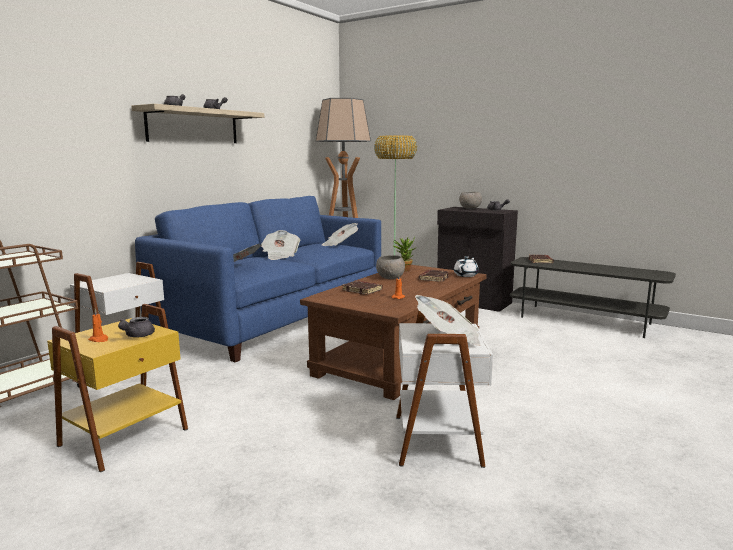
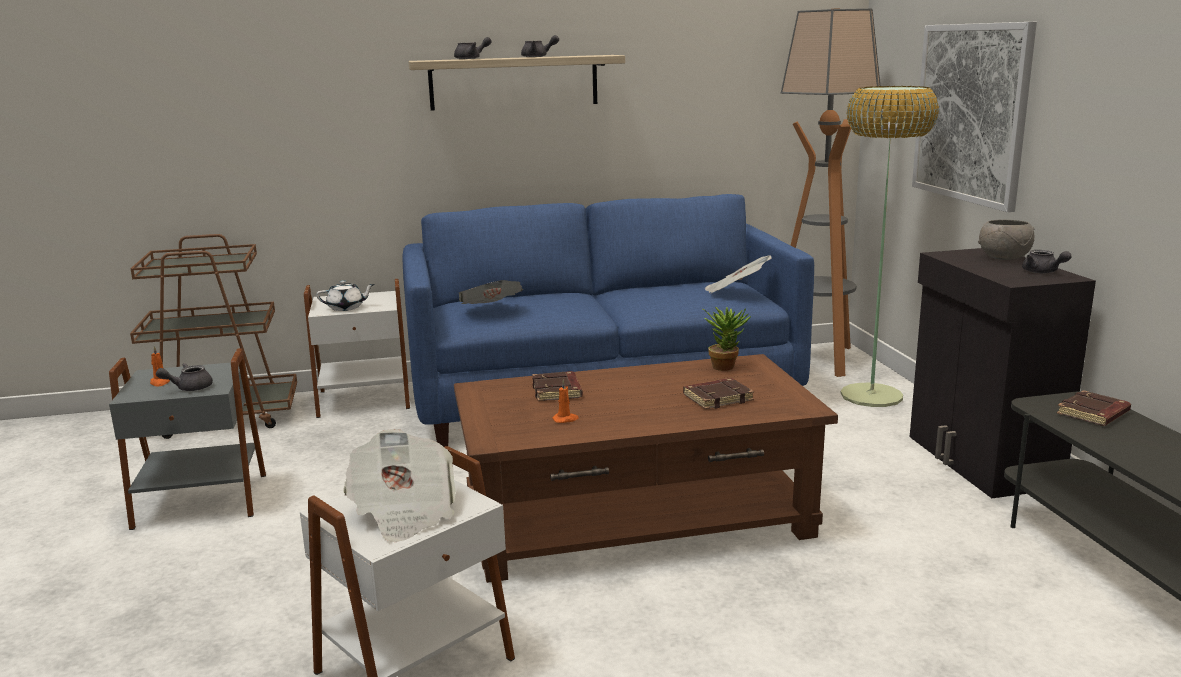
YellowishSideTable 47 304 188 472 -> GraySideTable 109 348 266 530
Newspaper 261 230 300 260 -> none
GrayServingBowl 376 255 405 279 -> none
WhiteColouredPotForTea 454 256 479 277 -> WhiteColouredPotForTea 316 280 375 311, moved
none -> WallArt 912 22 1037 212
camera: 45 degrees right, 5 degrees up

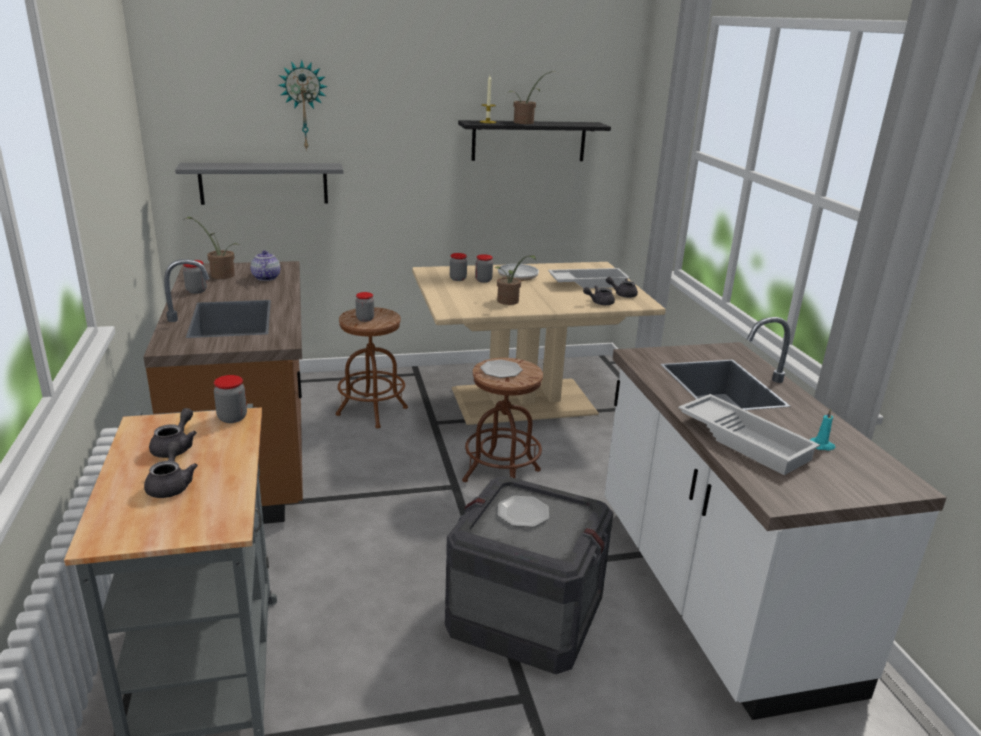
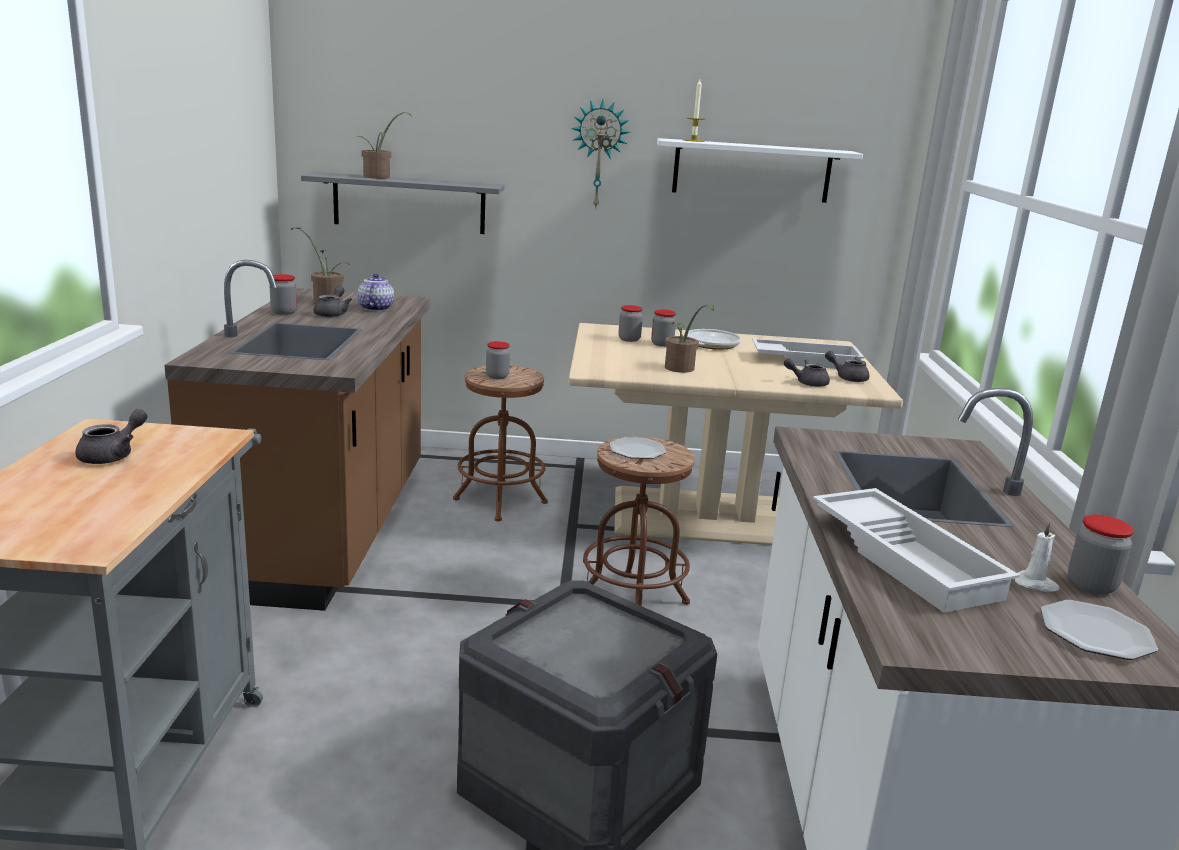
GrayPotForTea 144 441 198 498 -> GrayPotForTea 313 286 352 317, moved
StorageJar 214 375 247 423 -> StorageJar 1068 515 1134 595, moved
WallClock 278 60 328 151 -> WallClock 571 100 630 210, moved
BlackWallShelf 458 120 611 161 -> WhiteColouredWallShelf 657 138 863 203
DinnerPlate 498 496 549 527 -> DinnerPlate 1041 600 1158 660, moved
PlantInAPot 509 71 557 124 -> PlantInAPot 357 112 412 179, moved
BlueGreenWaxCandle 810 409 835 451 -> WhiteColouredWaxCandle 1014 522 1060 592
camera: 15 degrees right, 5 degrees down

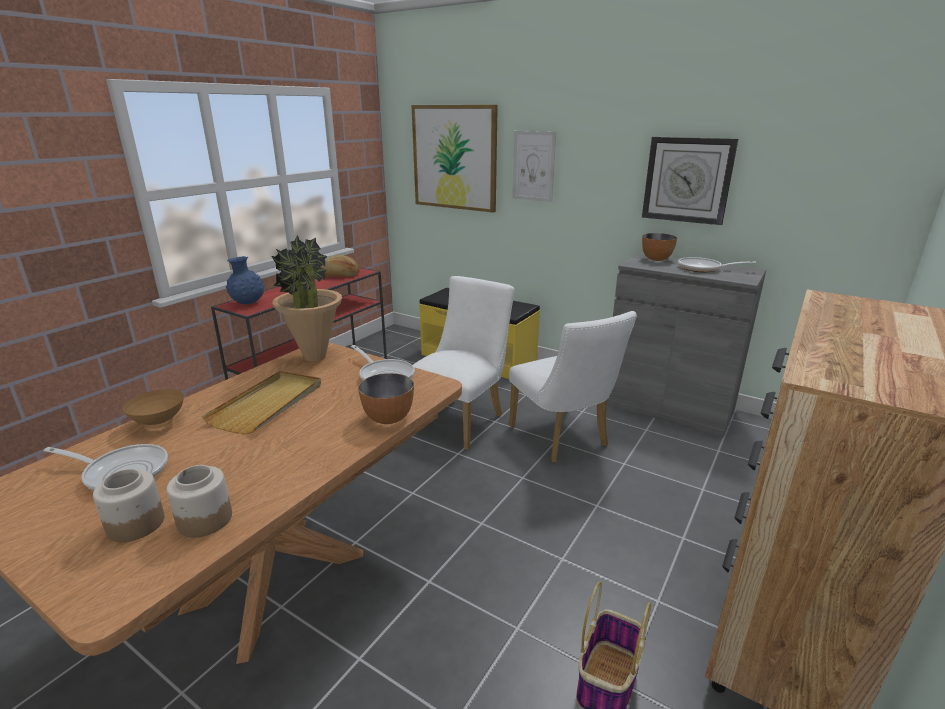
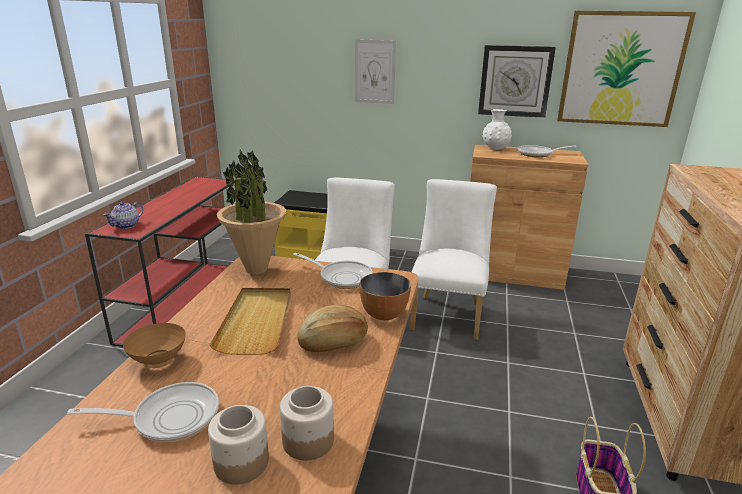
BlueFlowerVase 226 256 264 304 -> PotForTea 103 202 143 229
BakedBread 321 255 360 277 -> BakedBread 297 305 368 352, moved
WallArt 412 105 498 213 -> WallArt 557 11 696 127, moved
WhiteColouredPlainChair 509 311 637 463 -> WhiteColouredPlainChair 410 179 497 340, 120 degrees counterclockwise
GrayCupboard 606 253 766 437 -> BrownCupboard 470 145 588 290
ServingBowl 642 233 677 261 -> WhiteColouredFlowerVase 482 109 512 149
camera: 20 degrees left, 0 degrees up

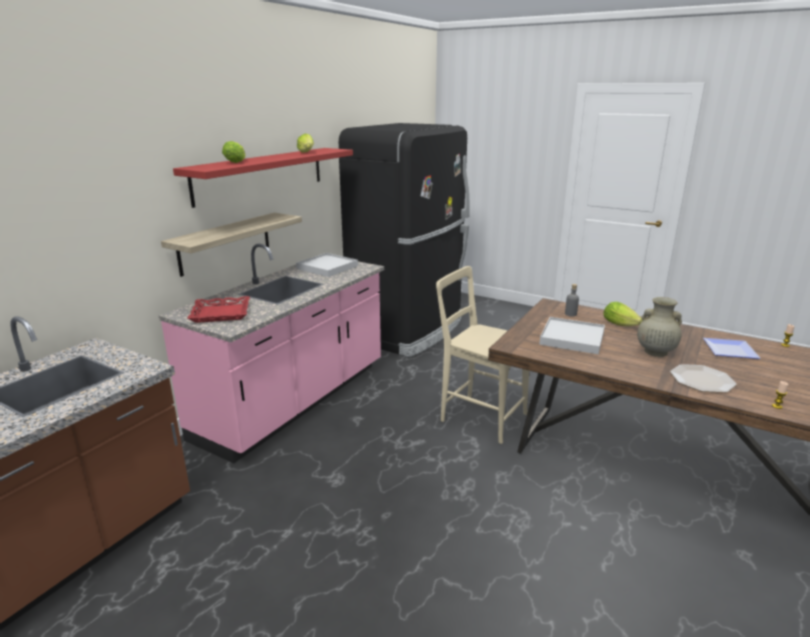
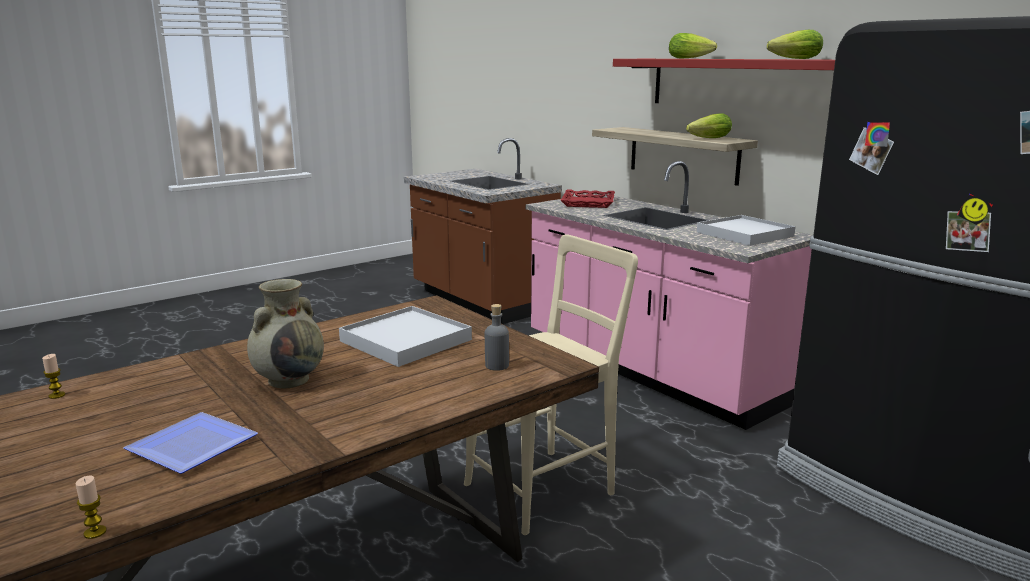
HeadOfLettuce 603 302 643 326 -> HeadOfLettuce 686 113 732 138, moved
DinnerPlate 670 364 737 393 -> none
camera: 110 degrees right, 5 degrees down

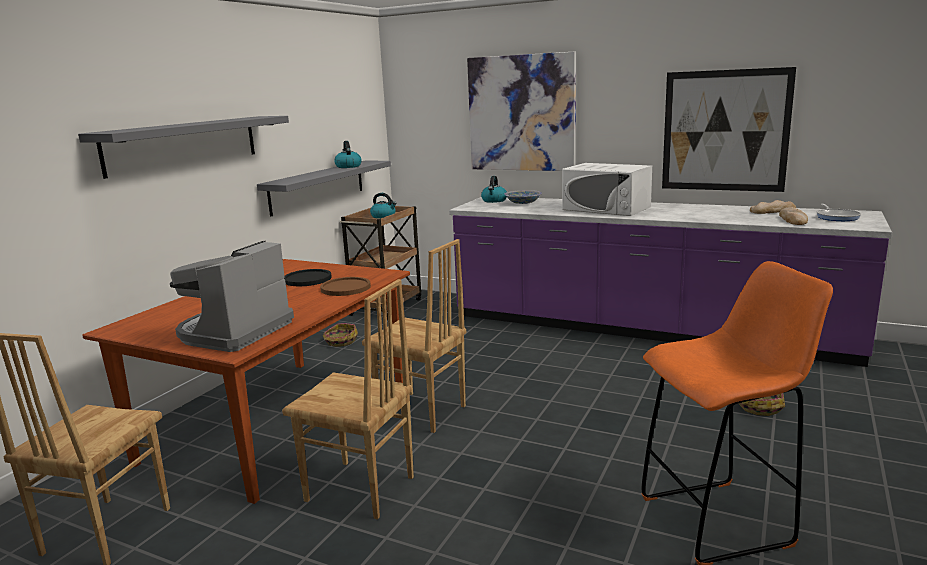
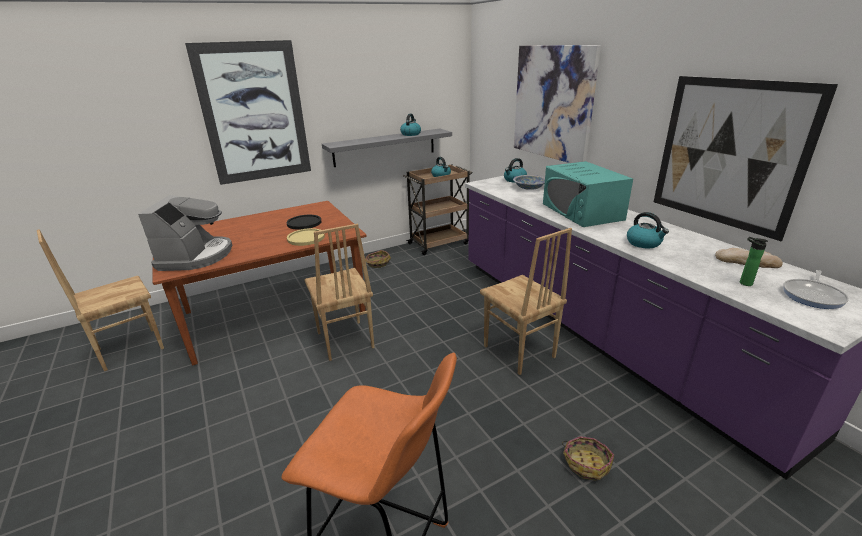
GrayWallShelf 78 116 289 179 -> WallArt 185 40 311 185
CoffeeMaker 170 241 294 352 -> CoffeeMaker 138 195 232 271, 120 degrees clockwise
BrownPlainChair 282 279 414 519 -> BrownPlainChair 480 228 572 375, moved
BrownDinnerPlate 320 277 371 296 -> YellowishDinnerPlate 287 228 325 246
WhiteColouredMicrowaveOven 562 163 652 216 -> BlueGreenMicrowaveOven 543 161 633 227
BakedBread 779 207 808 225 -> BeverageBottle 740 237 768 286
none -> Kettle 627 212 669 248
camera: 35 degrees right, 10 degrees up

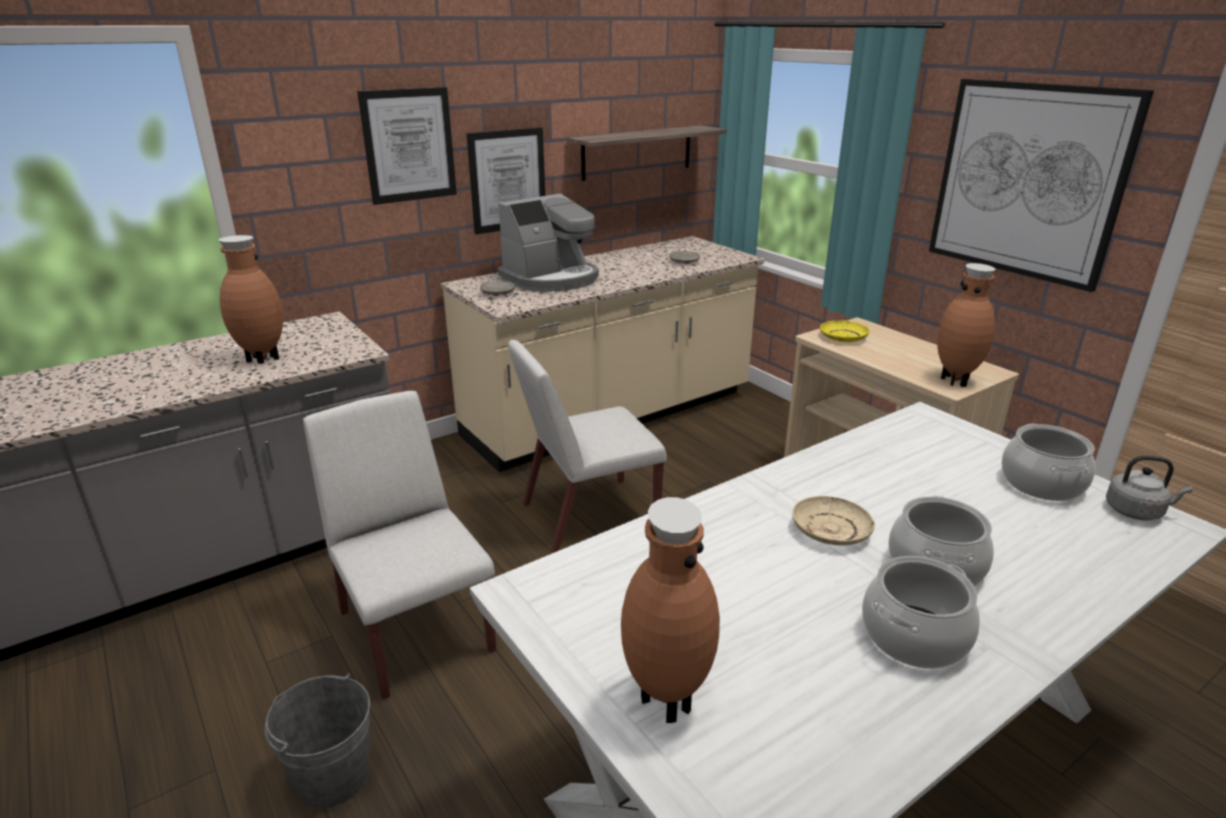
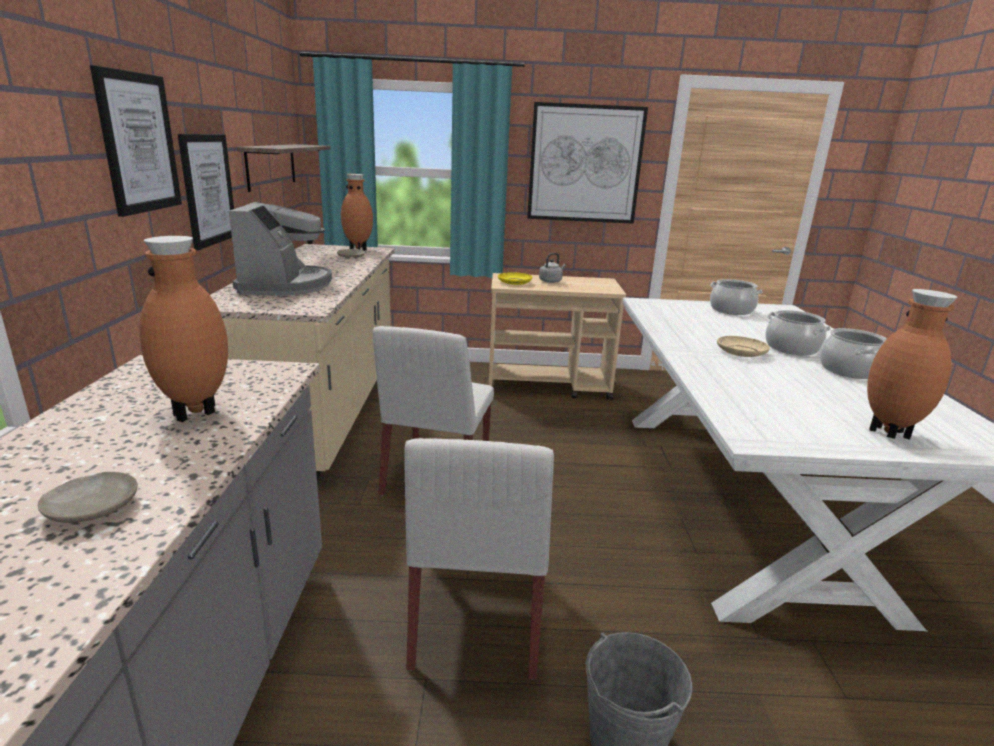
WhiteColouredPlainChair 303 391 496 699 -> WhiteColouredPlainChair 404 438 554 680, 90 degrees counterclockwise
SandColouredDinnerPlate 479 281 515 296 -> SandColouredDinnerPlate 38 472 138 523, moved
BrownFlowerVase 937 263 995 387 -> BrownFlowerVase 341 174 373 251, moved
GrayKettle 1106 456 1193 520 -> GrayKettle 539 253 566 283, moved
camera: 55 degrees left, 5 degrees down

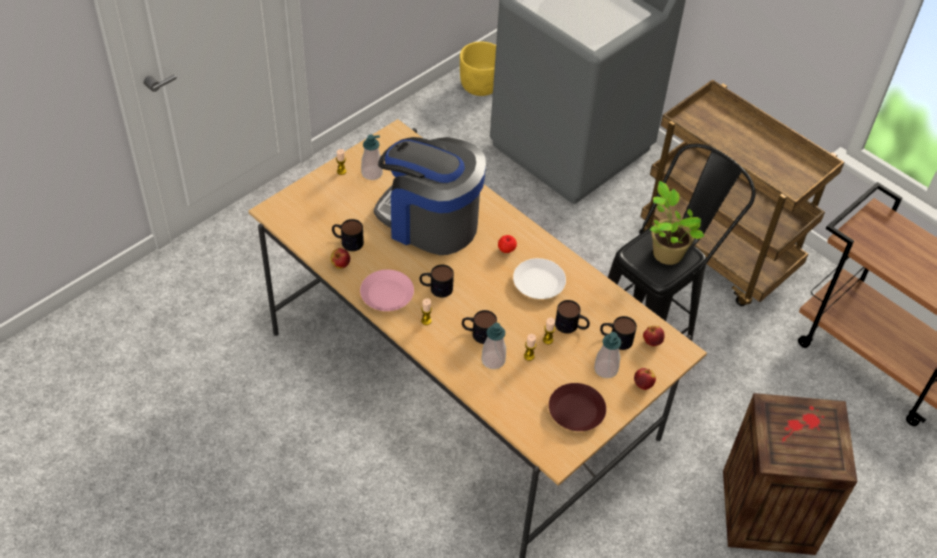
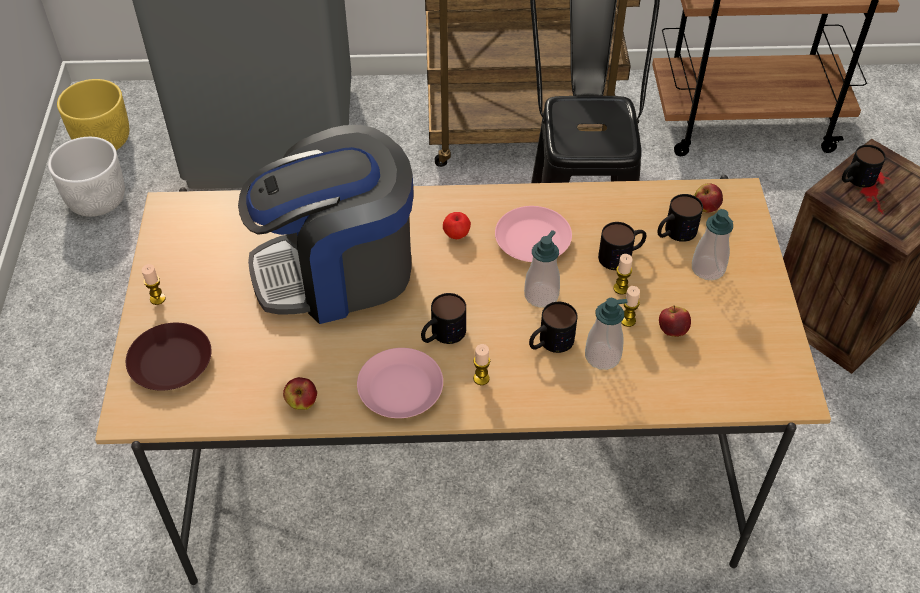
TeaMug 332 219 364 251 -> TeaMug 842 145 886 188, moved
SoapBottle 361 135 383 180 -> SoapBottle 524 230 560 307, moved
WhiteColouredDinnerPlate 513 258 566 299 -> PinkDinnerPlate 495 206 572 262
BrownDinnerPlate 549 383 606 431 -> BrownDinnerPlate 126 323 212 391, moved
WholeApple 634 368 656 390 -> WholeApple 659 305 691 337, moved
PlantInAPot 650 181 704 265 -> none
none -> WhiteColouredPlantPot 48 137 125 217
camera: 45 degrees left, 0 degrees up

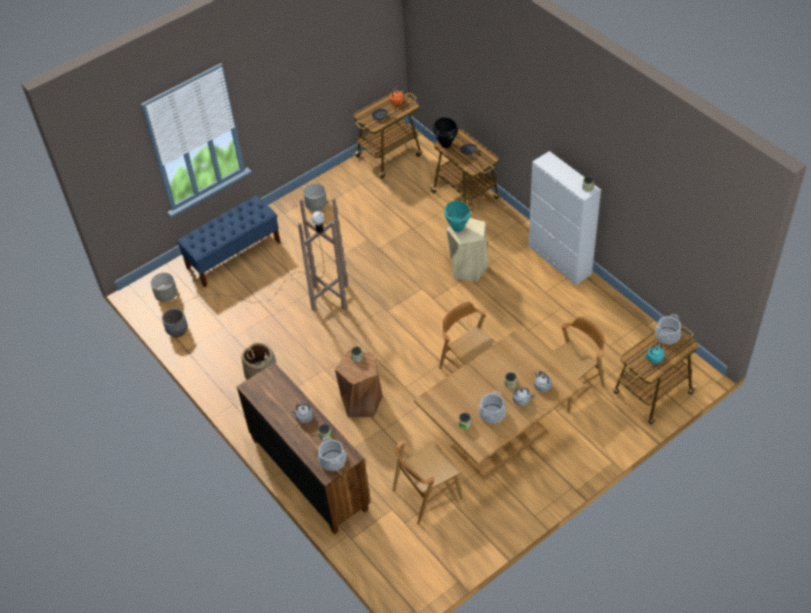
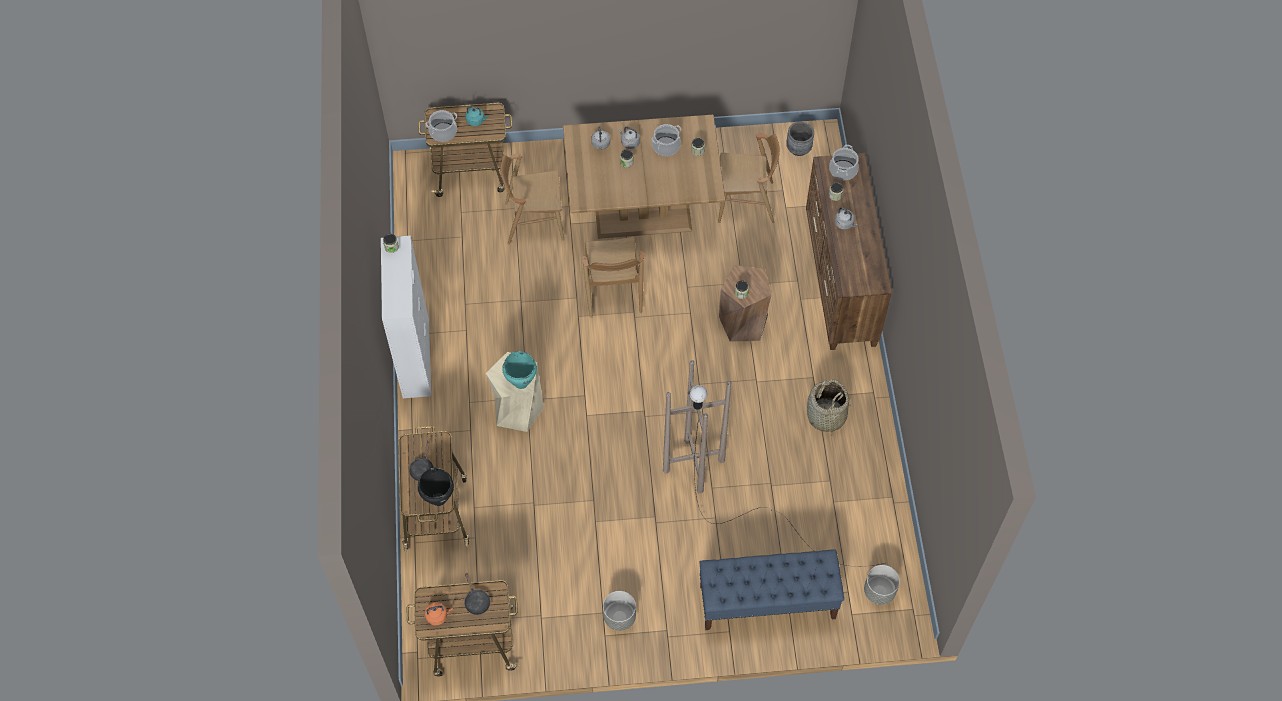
GrayPlantPot 162 308 188 337 -> GrayPlantPot 786 122 814 156, moved
camera: 150 degrees left, 10 degrees up

